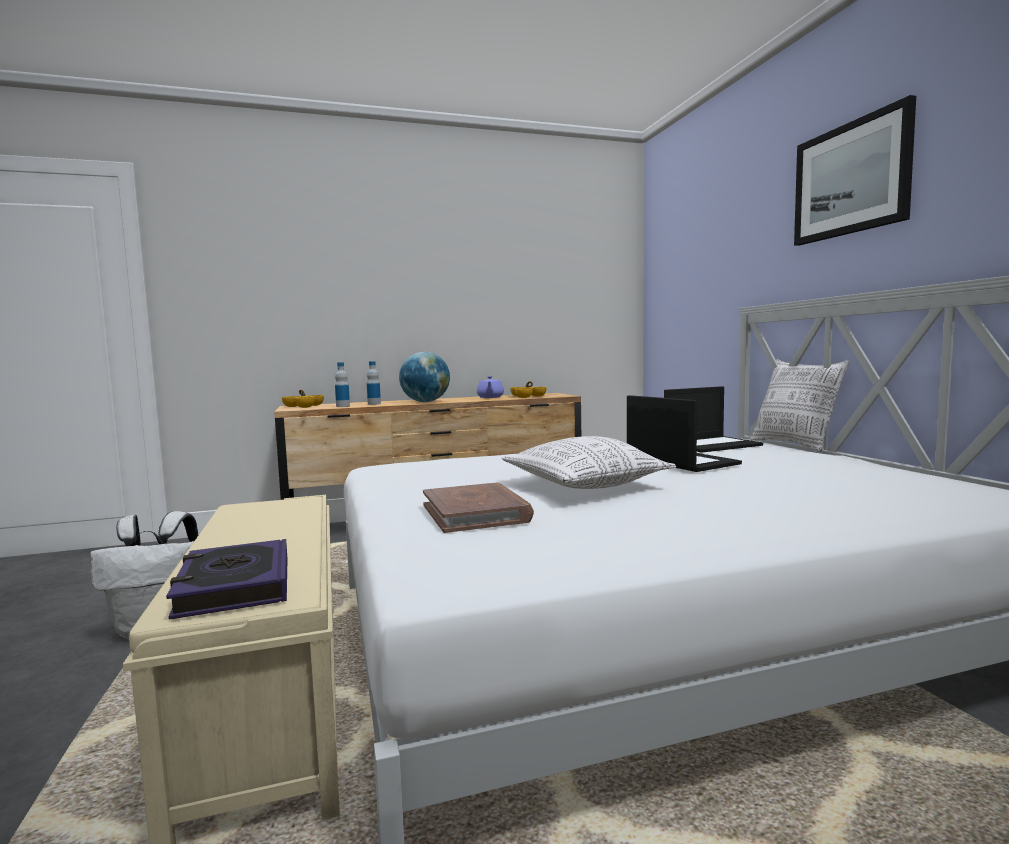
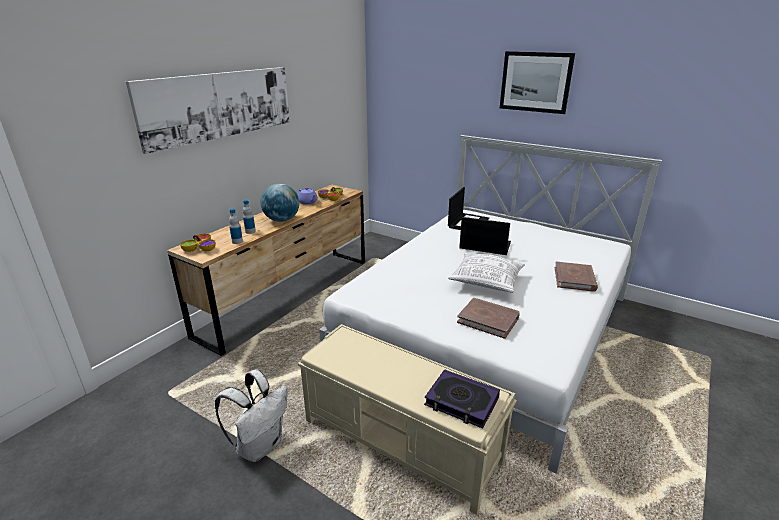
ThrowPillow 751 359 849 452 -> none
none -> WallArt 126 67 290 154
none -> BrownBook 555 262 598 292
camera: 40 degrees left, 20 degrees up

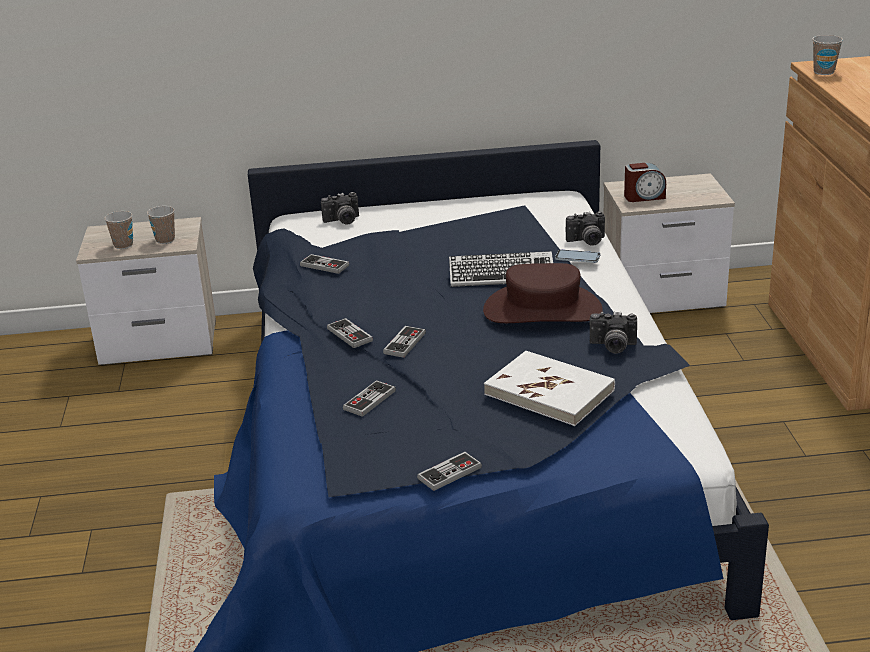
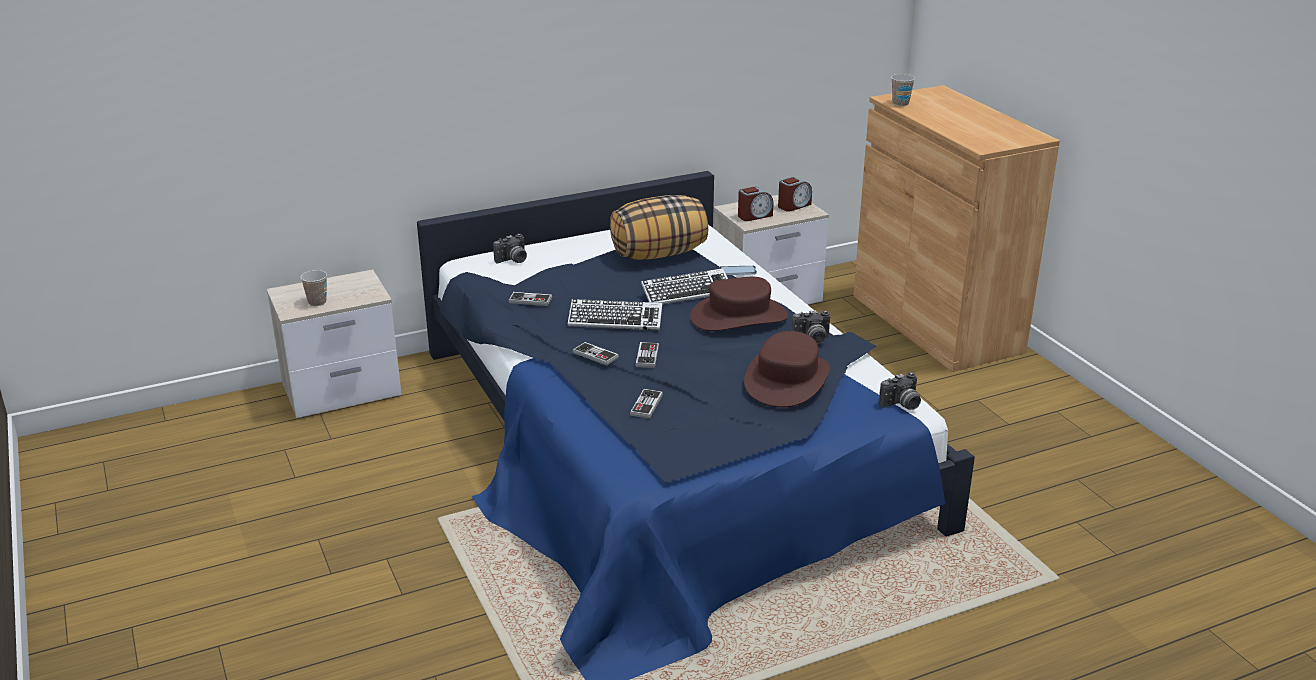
DrinkingCup 147 206 175 244 -> none
Joypad 417 452 482 491 -> none
WhiteColouredBook 484 351 615 426 -> BrownClothingHat 744 331 830 407
StillCamera 566 211 605 246 -> StillCamera 879 372 921 410, moved
none -> Keyboard 568 299 662 330
none -> ThrowPillow 610 195 708 260
none -> TableClock 778 177 812 212
camera: 20 degrees left, 0 degrees up

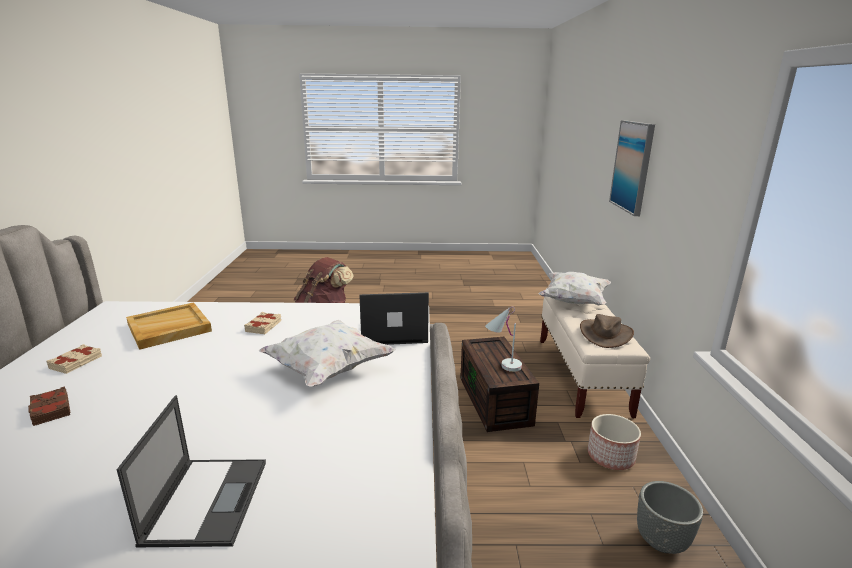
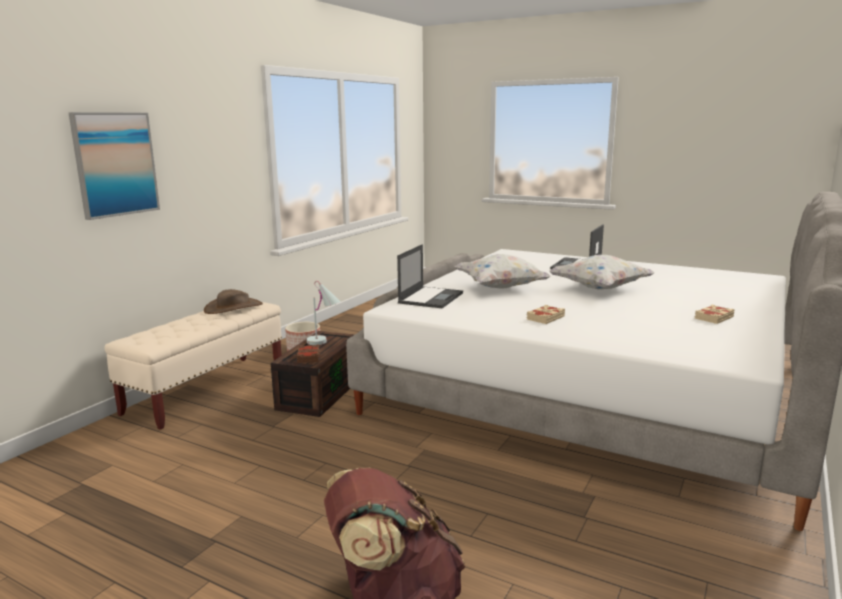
BrownBook 28 386 70 426 -> BrownBook 297 344 320 363, moved
SandColouredCarryingTray 126 302 212 350 -> none
Laptop 359 292 429 345 -> Laptop 397 244 463 308, 90 degrees counterclockwise
WhiteColouredThrowPillow 538 272 611 306 -> WhiteColouredThrowPillow 550 255 655 290, moved
GrayPlantPot 637 481 703 554 -> none
camera: 150 degrees left, 5 degrees down

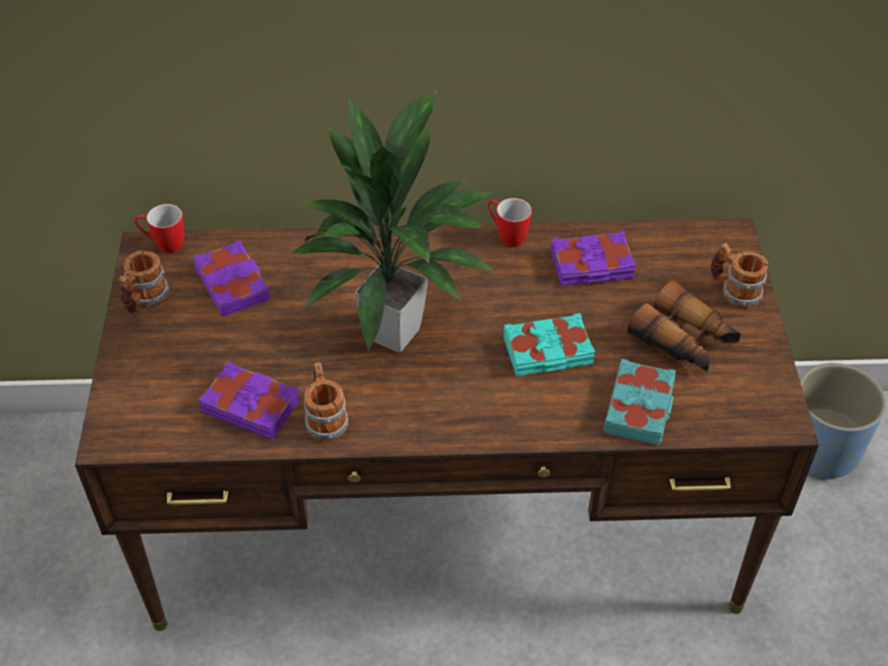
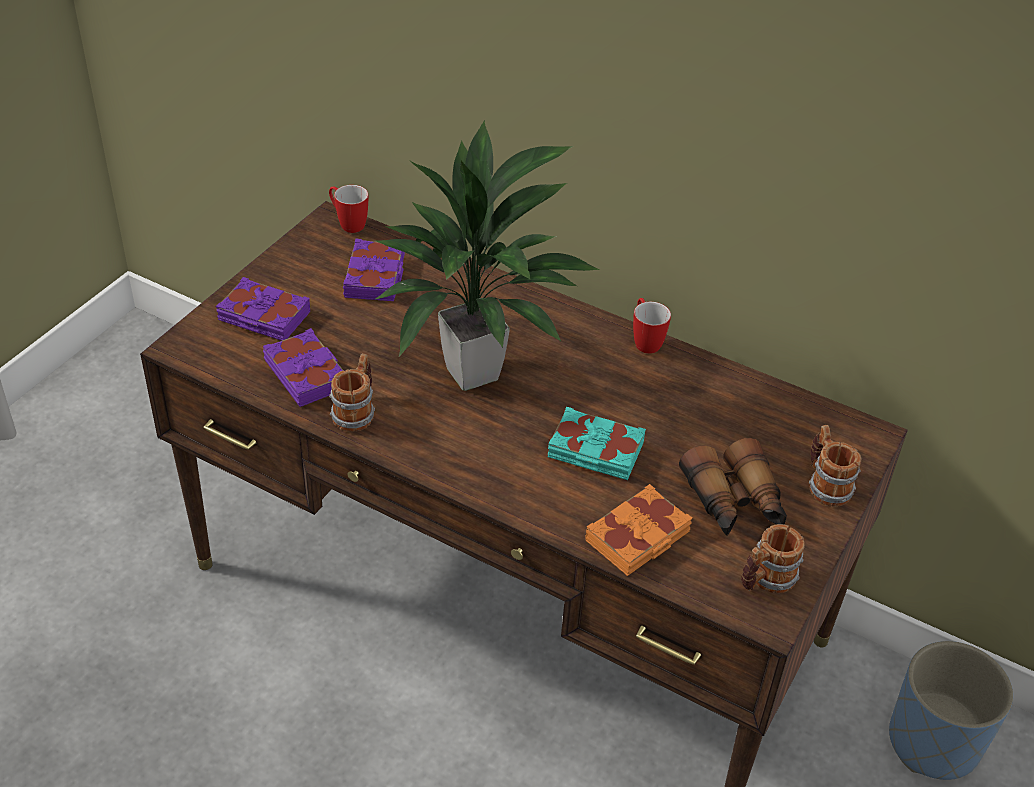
TeaMug 119 250 170 314 -> TeaMug 741 524 805 594, moved
PurpleColouredBook 551 231 637 286 -> PurpleColouredBook 216 277 310 341, moved
BlueGreenBook 604 359 676 445 -> OrangeBook 585 484 692 576
camera: 30 degrees right, 5 degrees down

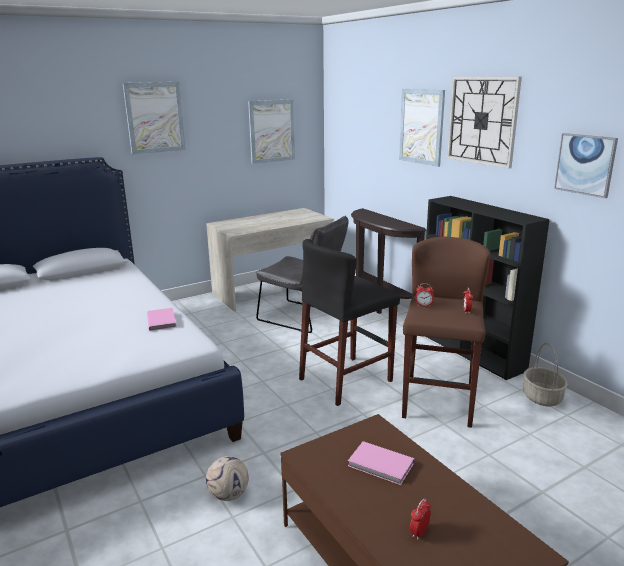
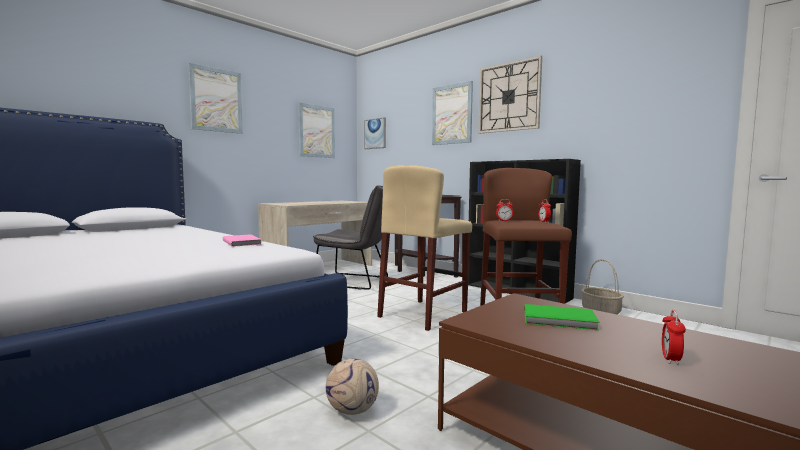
BlackStool 299 239 400 406 -> SandColouredStool 377 165 472 331
PinkBook 348 441 415 485 -> GreenColouredBook 524 304 600 330
WallArt 554 133 618 198 -> WallArt 364 117 386 149, moved
camera: 15 degrees left, 15 degrees down

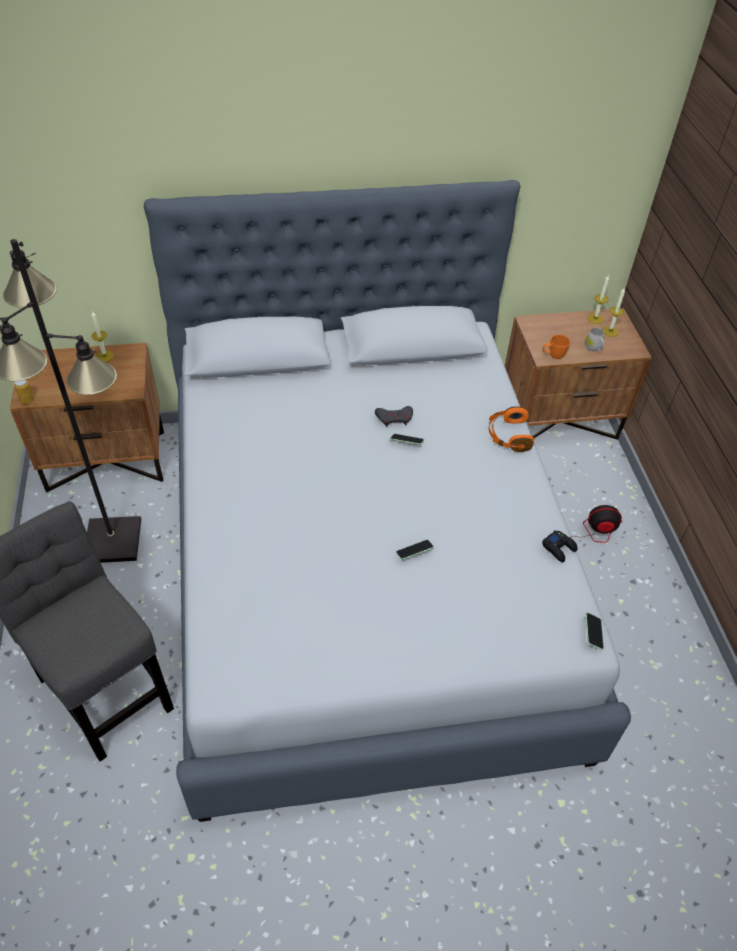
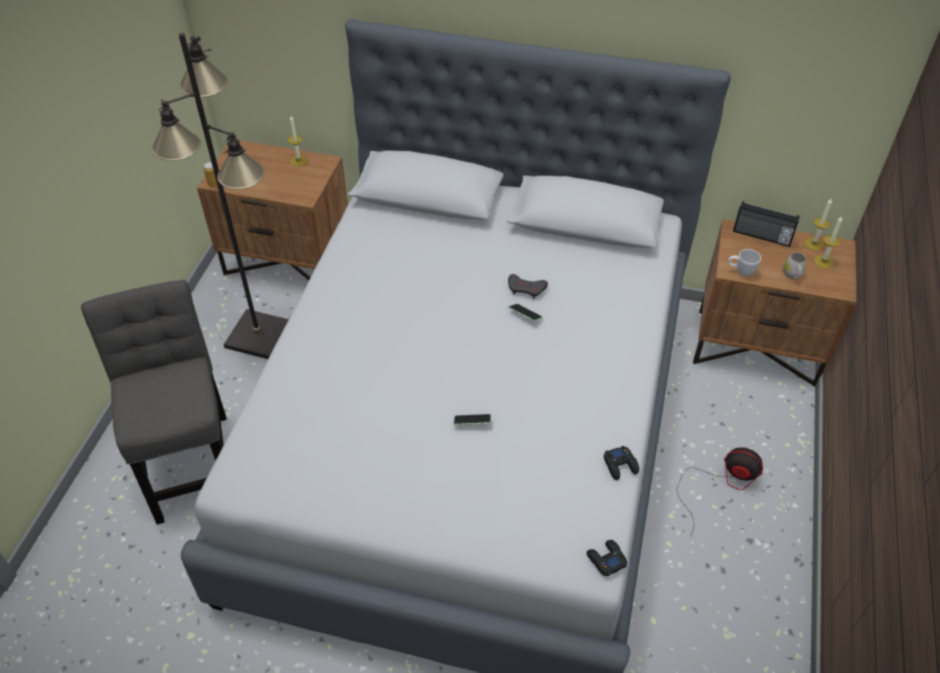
OrangeHeadphones 489 406 534 452 -> none
OrangeTeaMug 542 335 570 359 -> WhiteColouredTeaMug 728 249 761 276
Handset 586 613 604 650 -> BlackJoypad 587 540 627 577
none -> RadioSet 733 201 800 247
camera: 25 degrees right, 0 degrees up

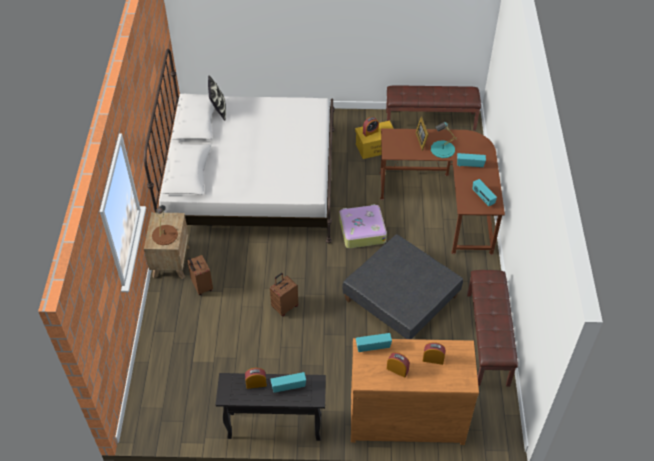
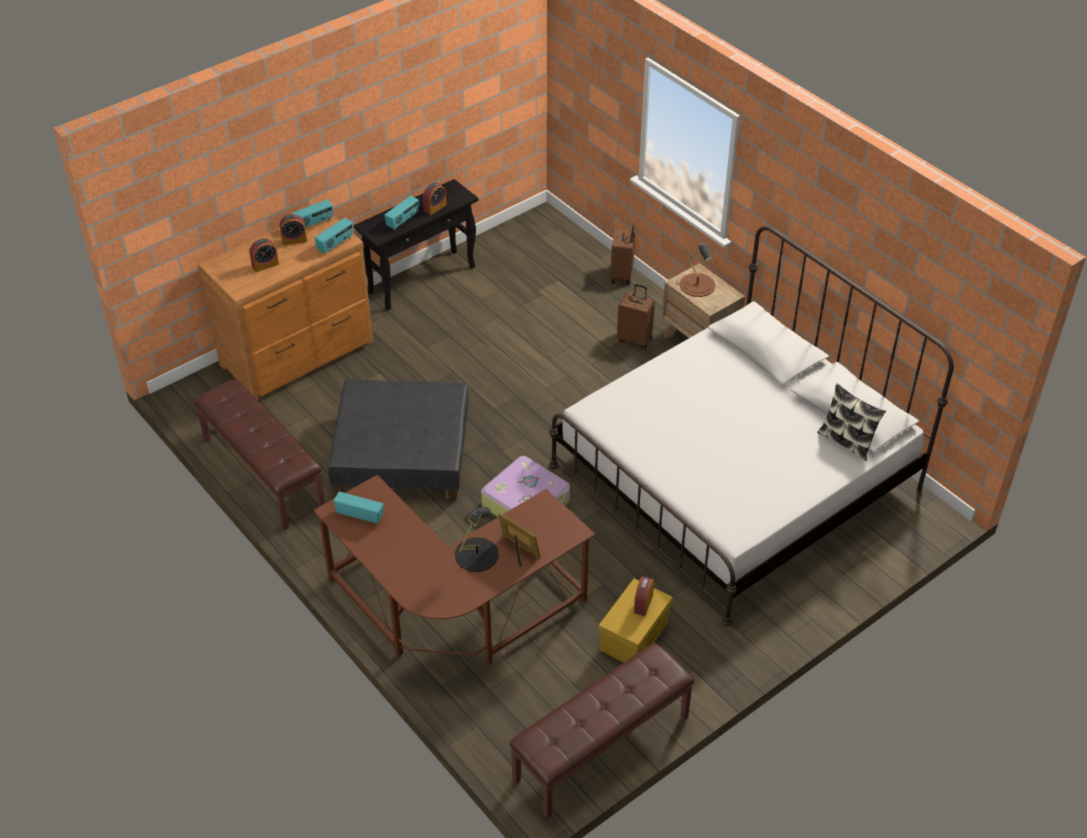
BrownPieceOfLuggage 270 273 298 316 -> BrownPieceOfLuggage 611 225 635 285, moved
BlueGreenTableLamp 431 122 457 158 -> BlackTableLamp 455 507 499 572
RadioSet 457 153 486 168 -> RadioSet 291 199 333 228, moved
camera: 140 degrees right, 5 degrees down

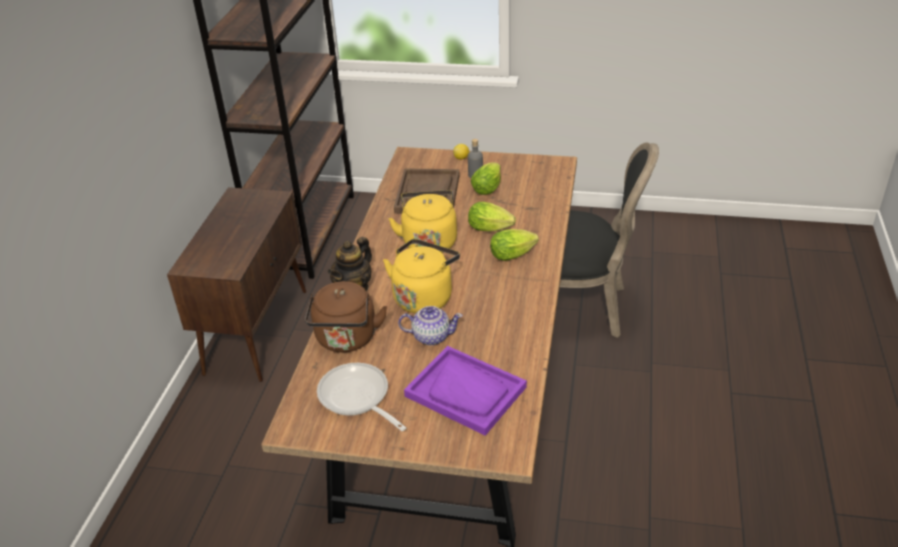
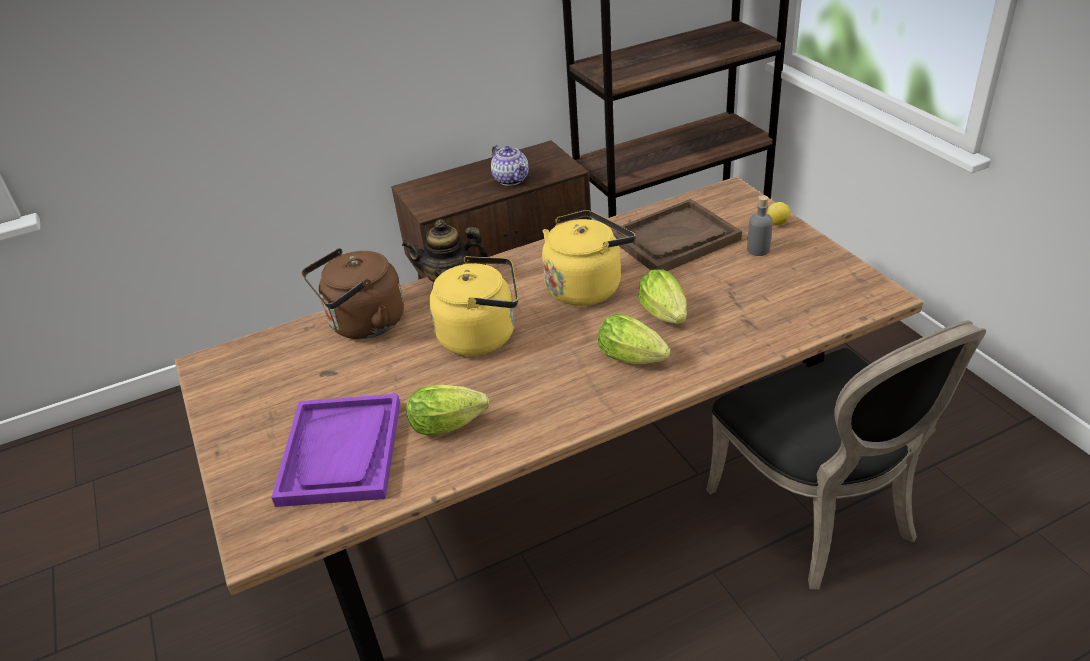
FryingPan 317 363 406 431 -> none
PotForTea 398 306 463 345 -> PotForTea 491 145 529 186, moved
HeadOfLettuce 471 163 501 195 -> HeadOfLettuce 406 385 489 436, moved
camera: 55 degrees right, 0 degrees up

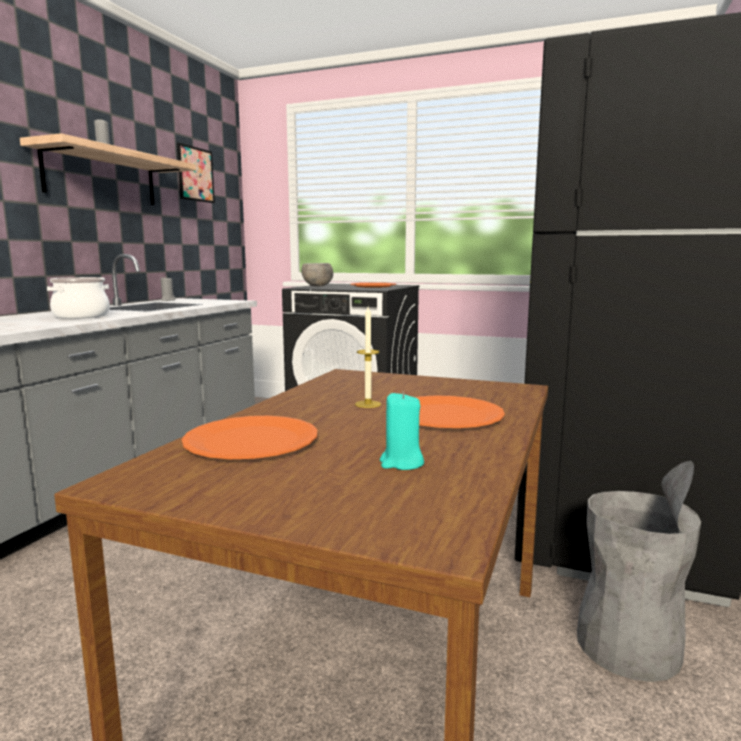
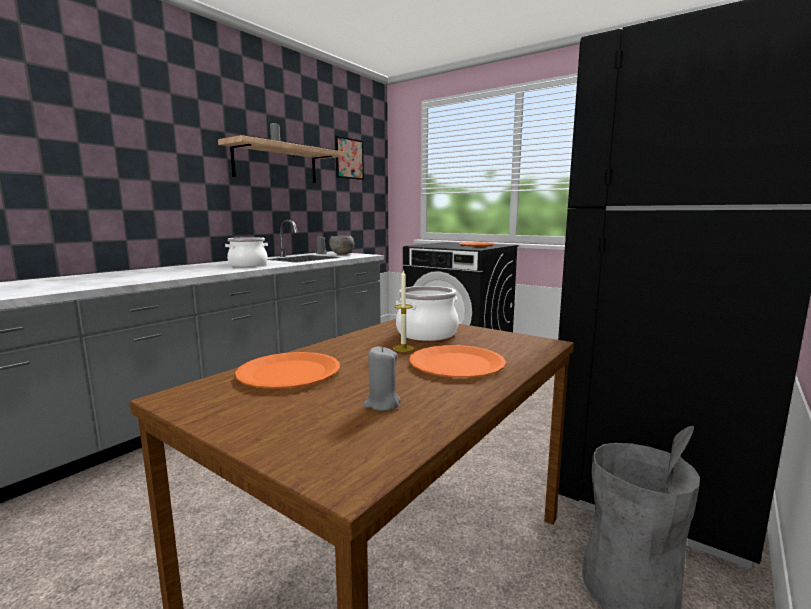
GrayServingBowl 301 263 333 286 -> GrayServingBowl 329 236 354 255, moved
BlueGreenWaxCandle 380 391 424 470 -> GrayWaxCandle 363 346 401 411
none -> Saucepot 396 286 459 341
camera: 15 degrees right, 0 degrees up

